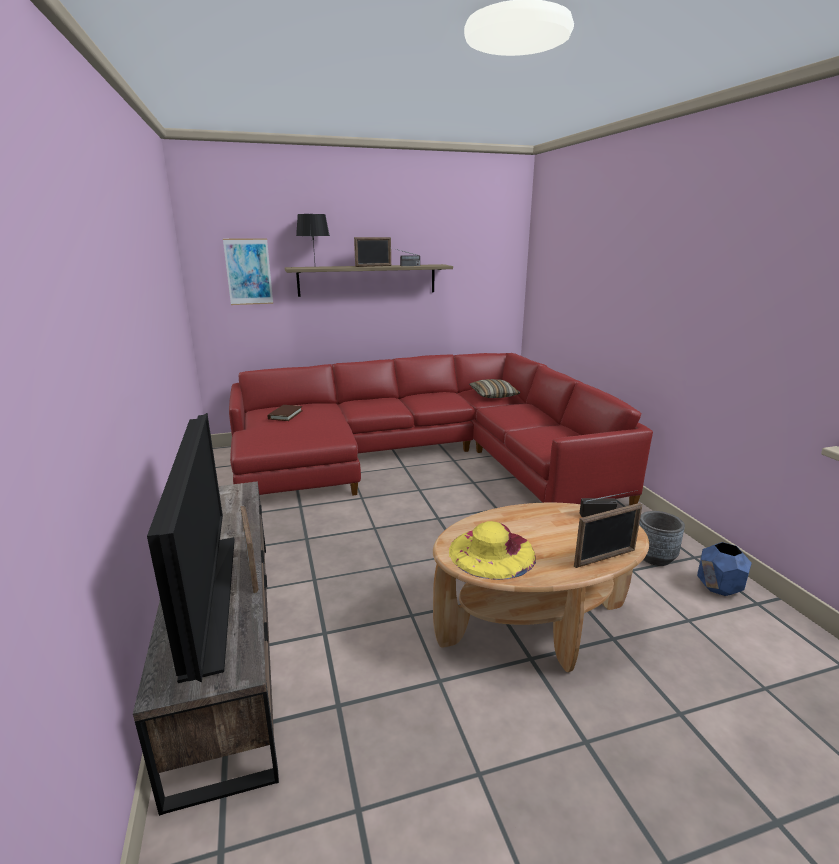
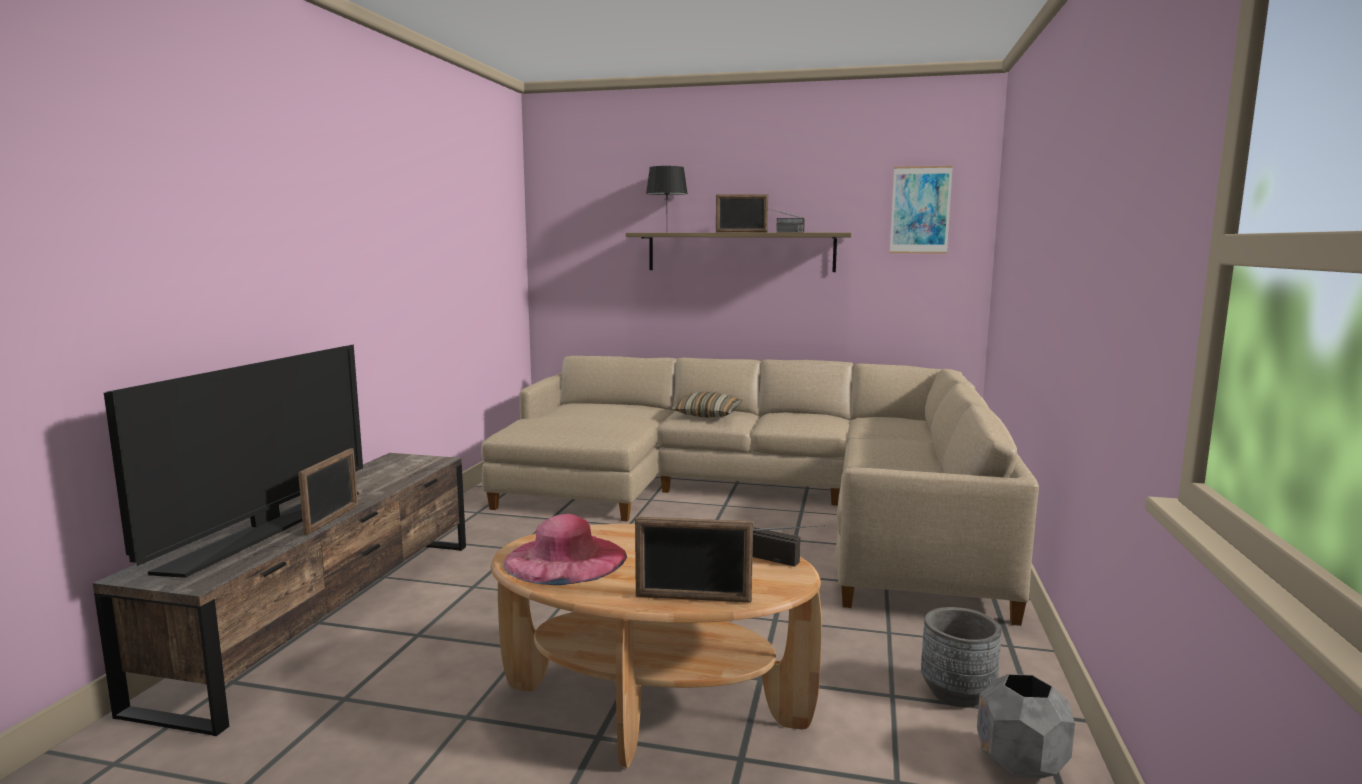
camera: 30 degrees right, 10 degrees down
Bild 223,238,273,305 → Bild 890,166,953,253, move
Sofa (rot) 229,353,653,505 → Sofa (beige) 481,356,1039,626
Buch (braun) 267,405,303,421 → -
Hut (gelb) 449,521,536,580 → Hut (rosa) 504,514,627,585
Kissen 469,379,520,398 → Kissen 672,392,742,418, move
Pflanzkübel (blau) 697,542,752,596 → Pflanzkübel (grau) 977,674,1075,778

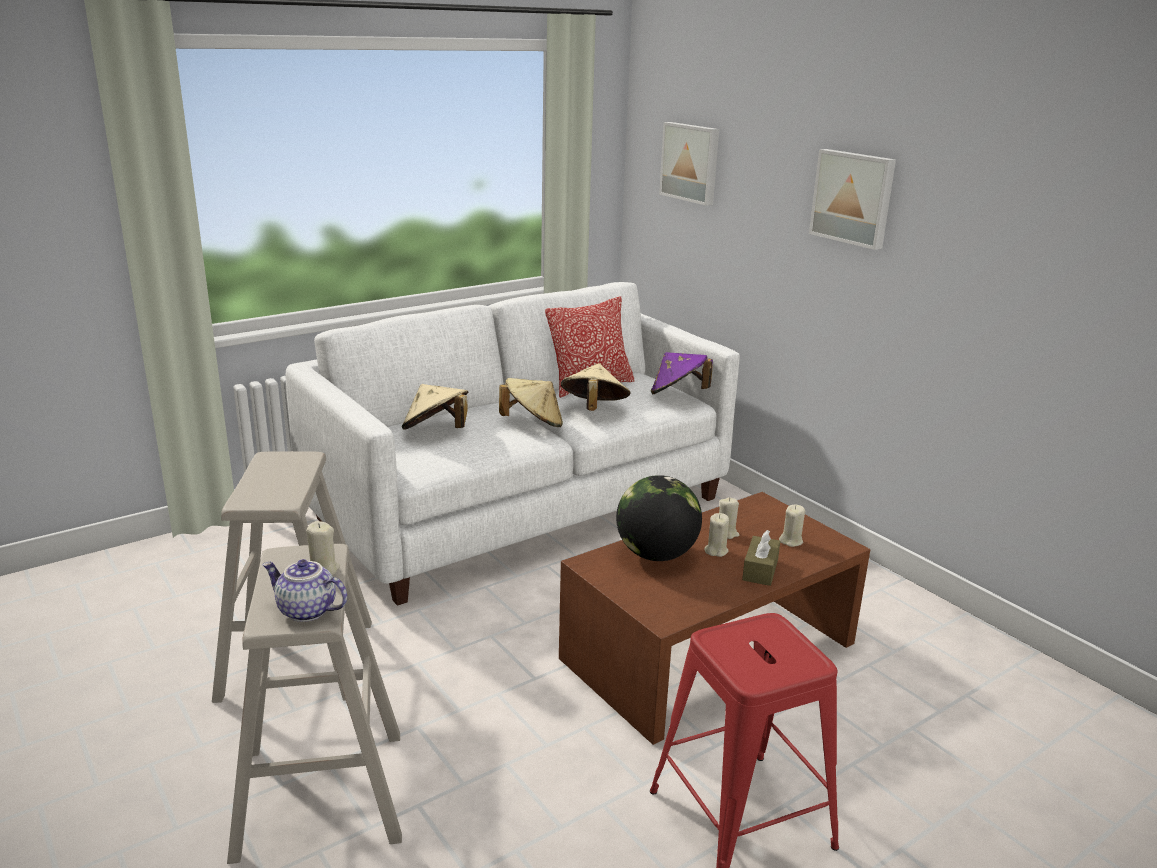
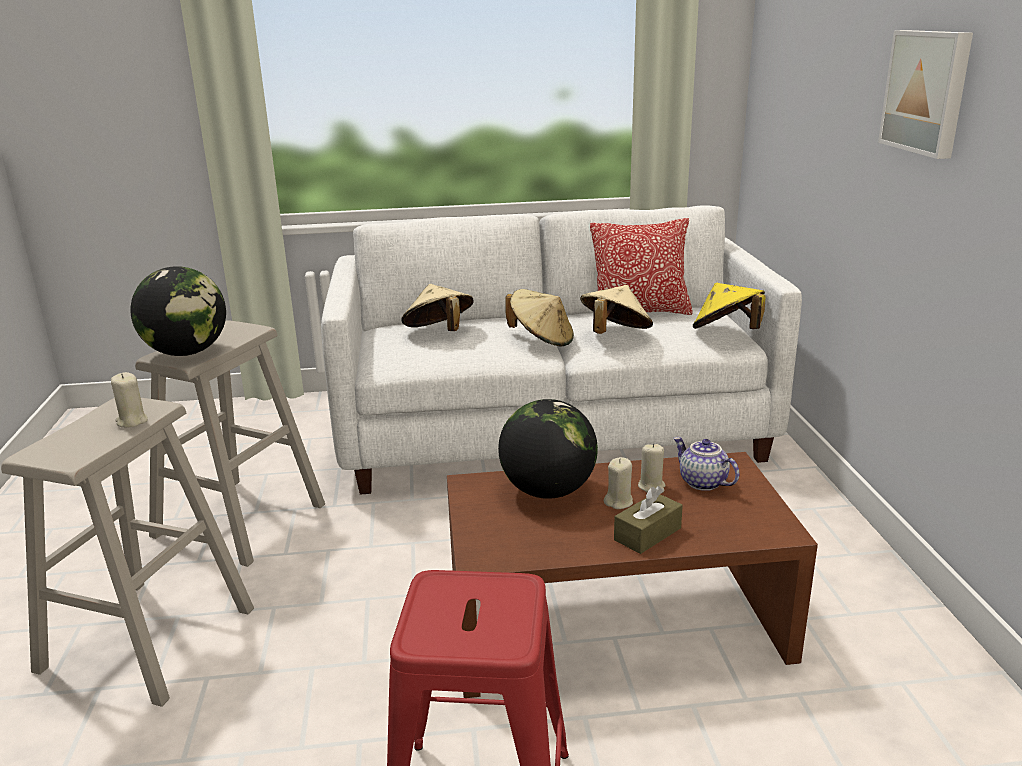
camera: 30 degrees right, 0 degrees up
Teekanne 262,559,347,622 → Teekanne 673,437,739,491, move
Hut (lila) 651,352,713,394 → Hut (gelb) 693,283,766,329
Bild 659,122,719,206 → -
Kerze (beige) 779,504,805,547 → -
- → Globus 130,266,226,356

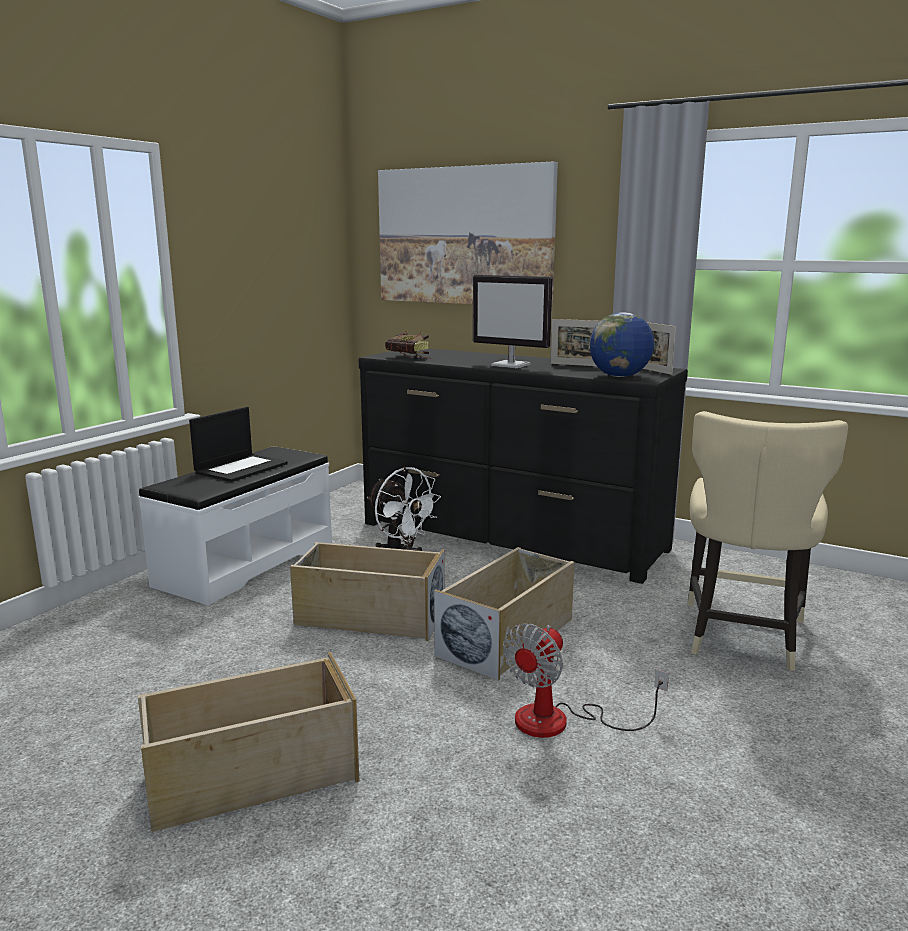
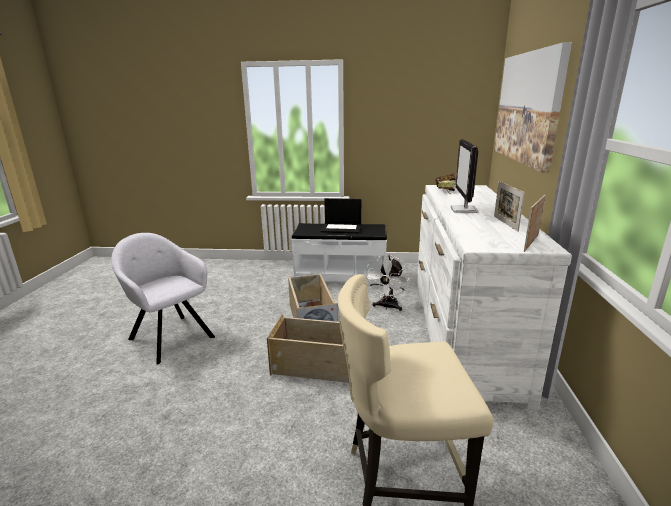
camera: 65 degrees right, 5 degrees up
Aufbewahrungsbox (beige) 138,652,360,832 → Sessel (grau) 111,233,215,365
Kommode (schwarz) 359,348,688,584 → Kommode (weiß) 417,185,572,410
Ventilator 503,624,669,738 → -
Globus 590,312,654,377 → -

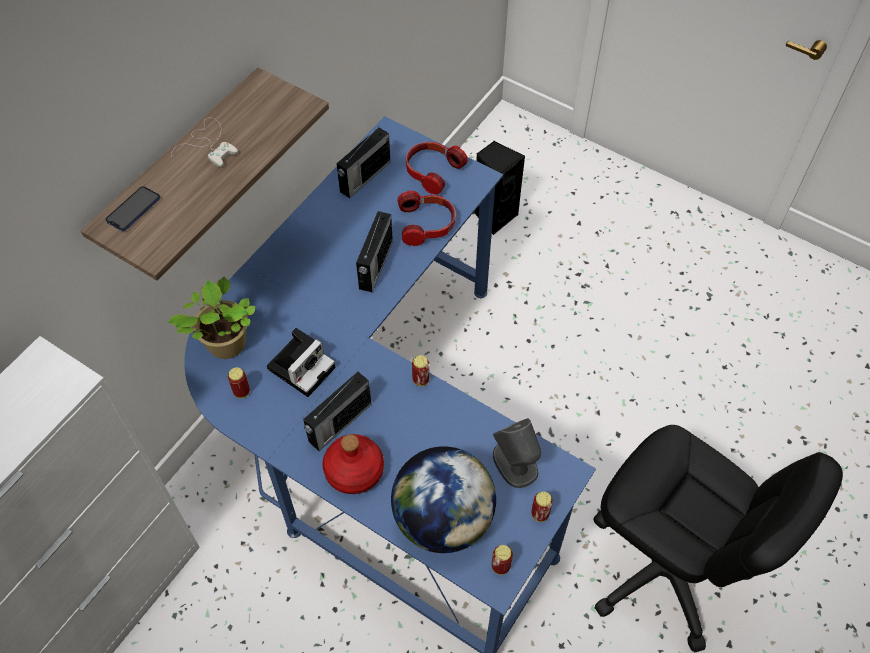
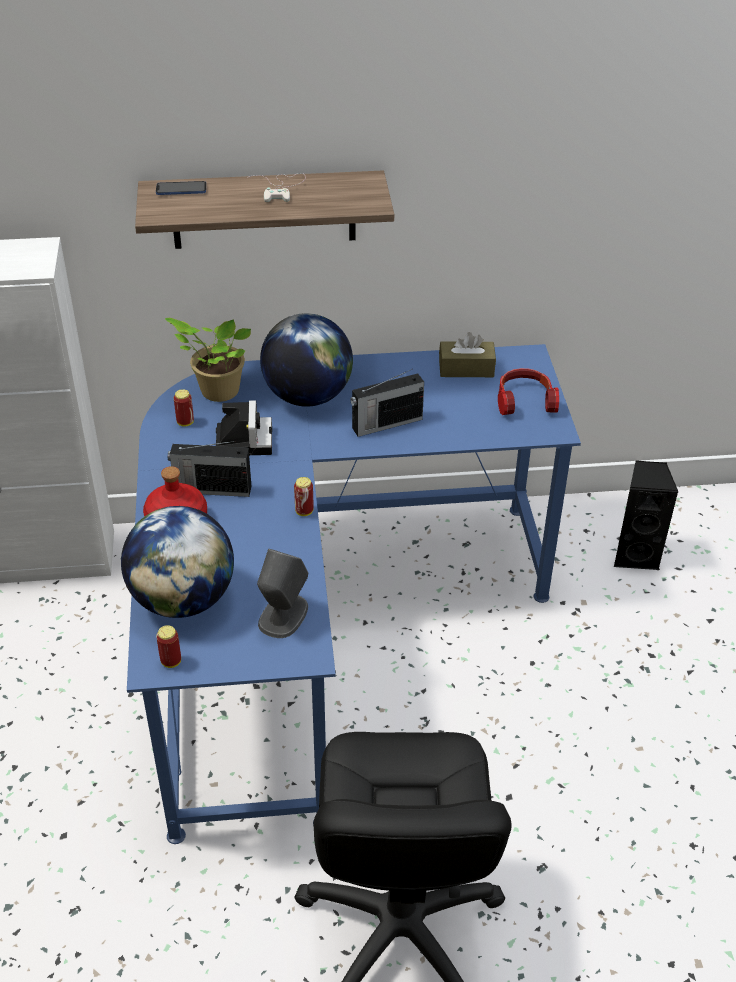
camera: 50 degrees right, 15 degrees down
Kamera 267,328,336,397 → Kamera 216,400,272,455, 90 degrees counterclockwise
Radio 337,127,391,198 → Taschentuchbox (braun) 439,332,496,377
Kopfhörer 397,191,456,246 → -
Dose 531,492,553,522 → -
- → Globus 260,313,353,407

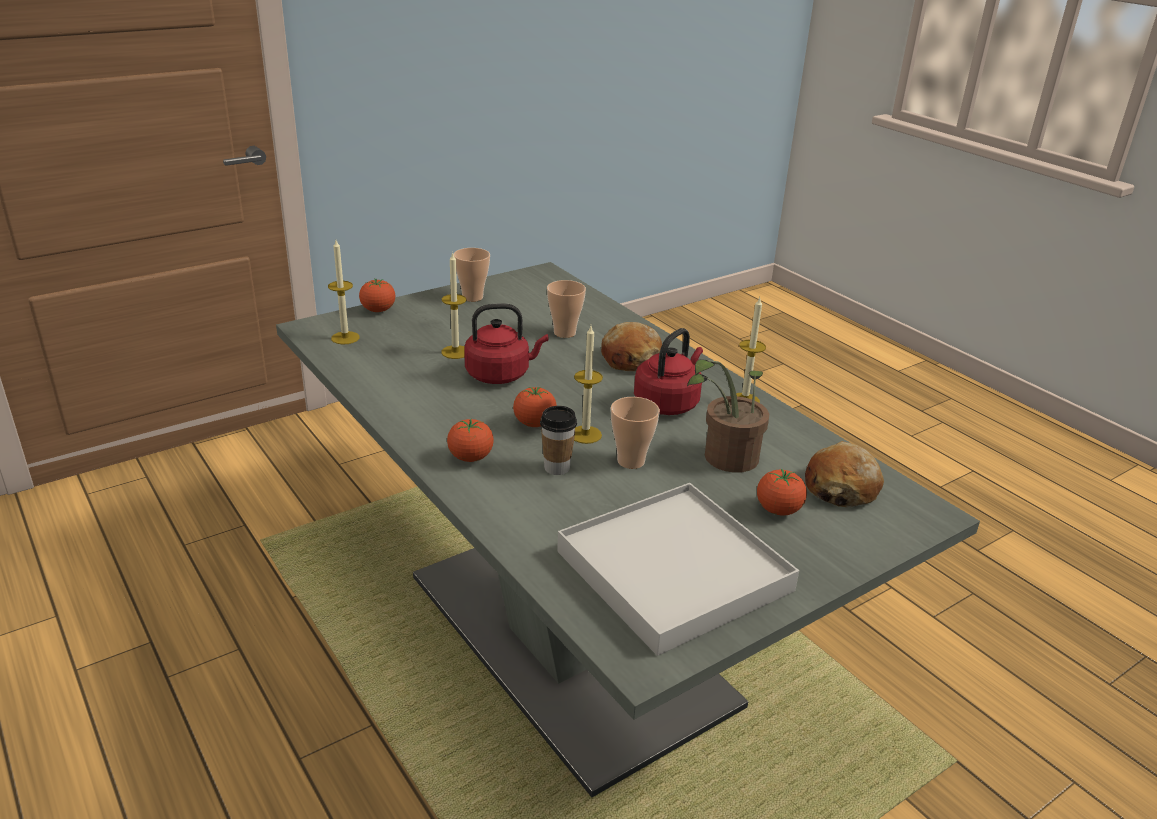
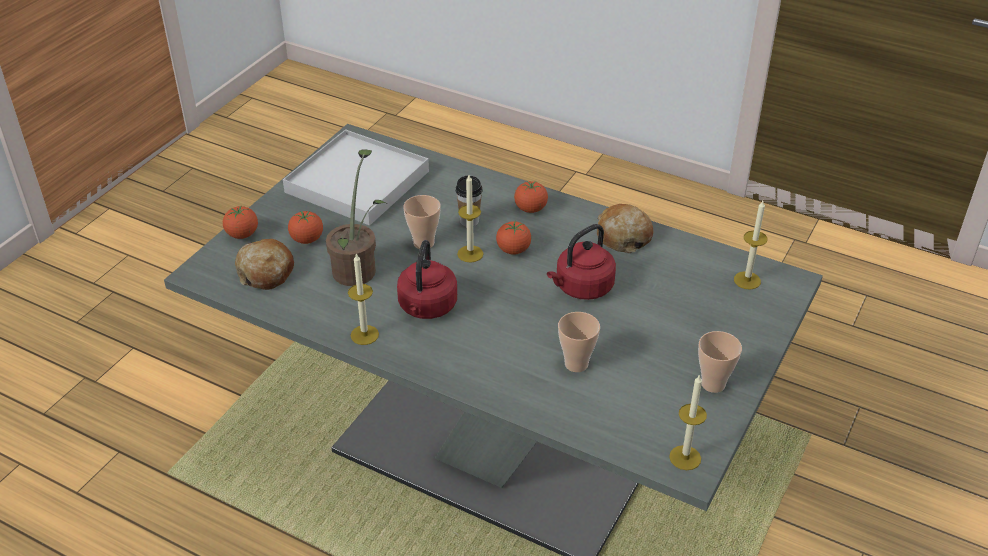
camera: 155 degrees right, 10 degrees up
Tomate 359,278,395,312 → Tomate 223,206,258,239, move
Kerze 442,252,466,359 → Kerze 669,374,707,470, move
Brot 601,322,662,371 → Brot 597,204,653,253, move

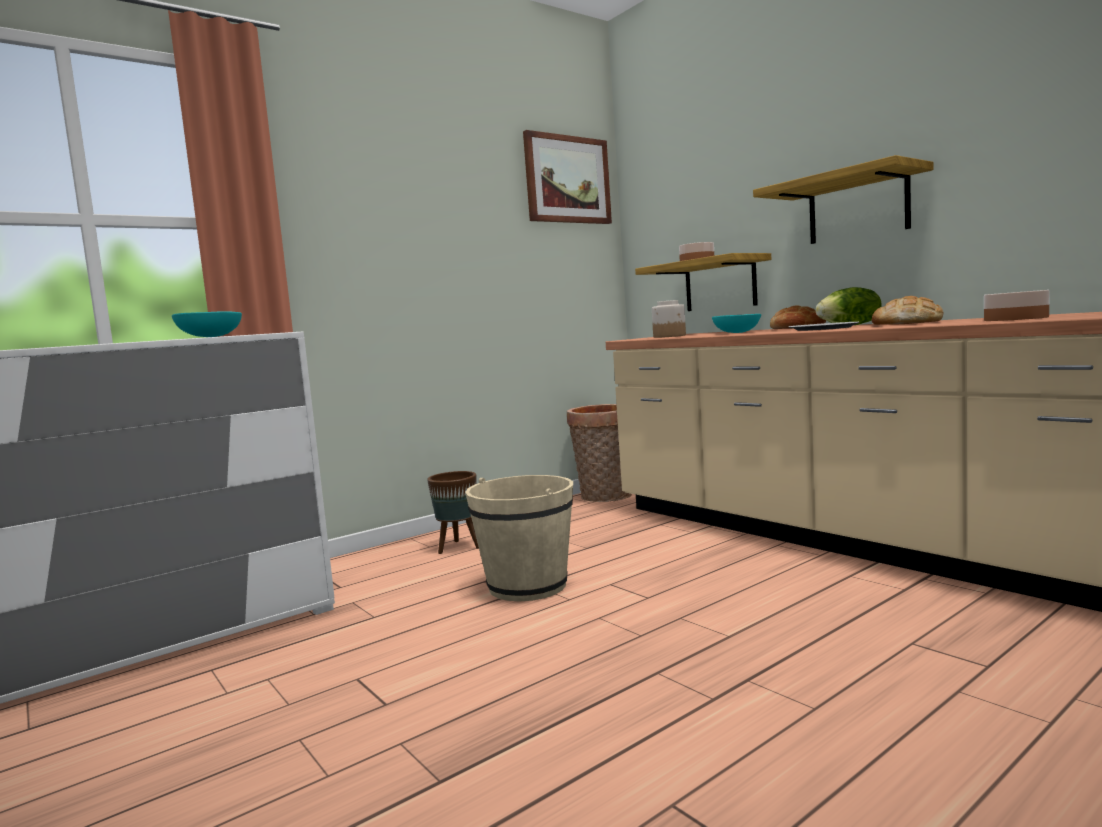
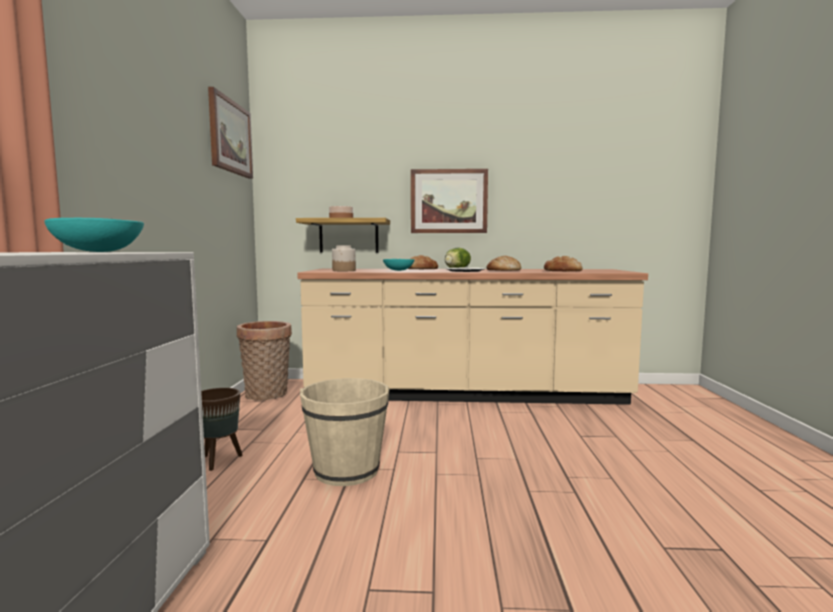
camera: 50 degrees left, 0 degrees up
Wandregal 753,155,934,244 → Bild 411,169,488,233
Schüssel 984,290,1050,321 → Brot 544,256,583,271

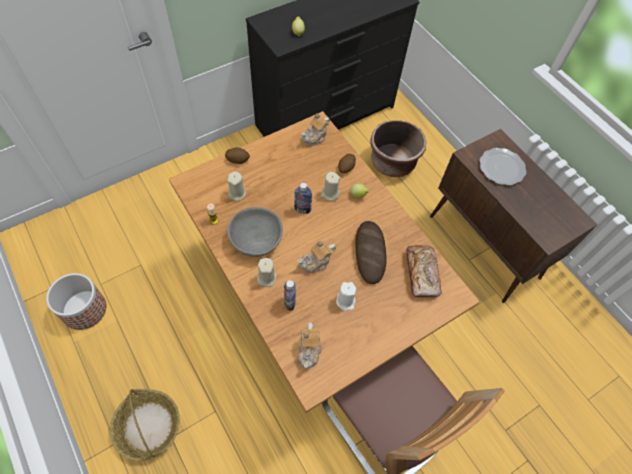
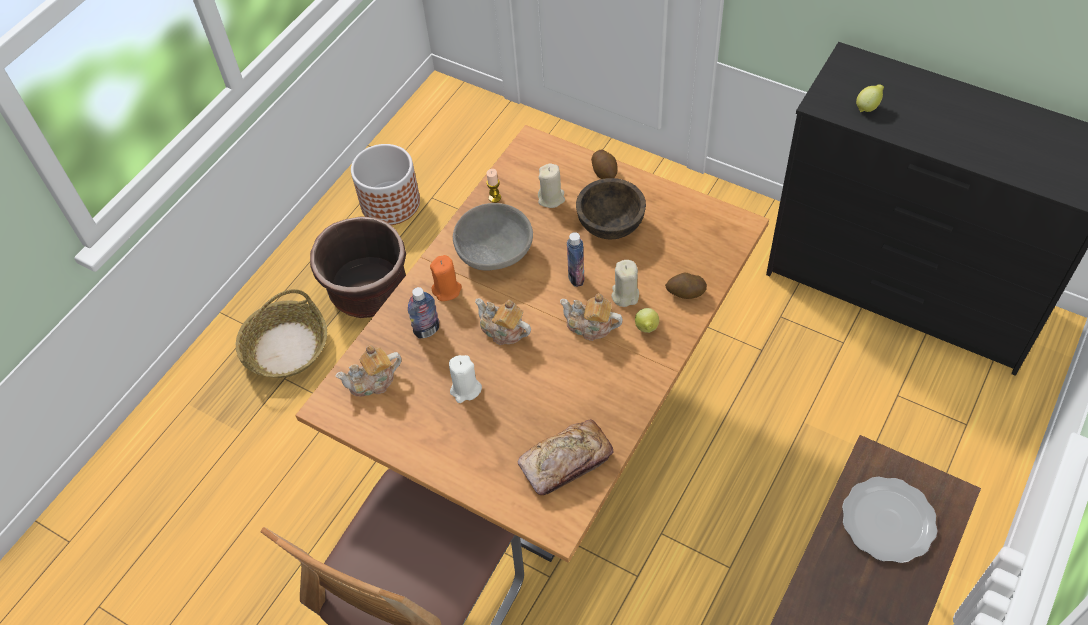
camera: 70 degrees right, 5 degrees down
Kerze (beige) 257,258,276,287 → Kerze (orange) 430,255,462,301
Teekanne 301,113,330,146 → Teekanne 560,293,623,341, move
Brot 355,221,387,284 → -
Pflanzkübel (braun) 371,120,426,177 → Pflanzkübel (braun) 310,216,406,318, move
- → Schüssel (braun) 576,178,646,239

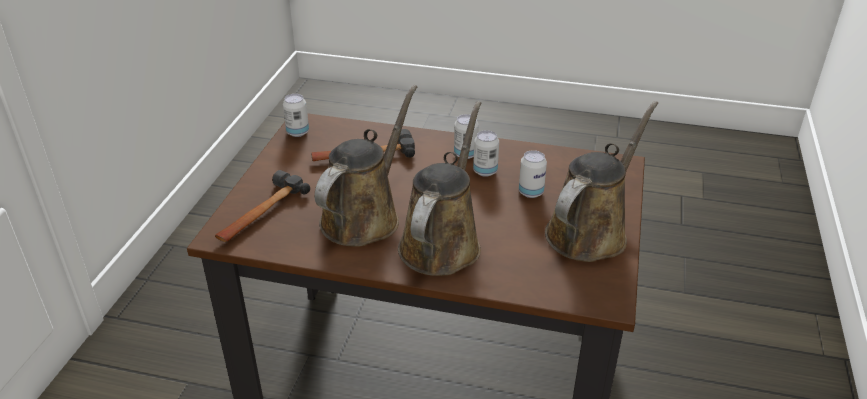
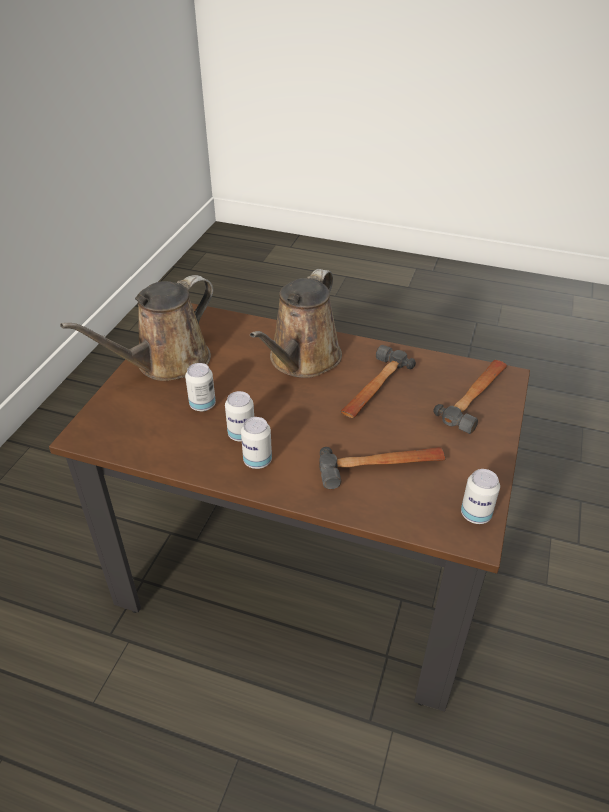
camera: 175 degrees left, 5 degrees up
Gießkanne (braun) 315,85,417,247 → Hammer 341,345,416,418

